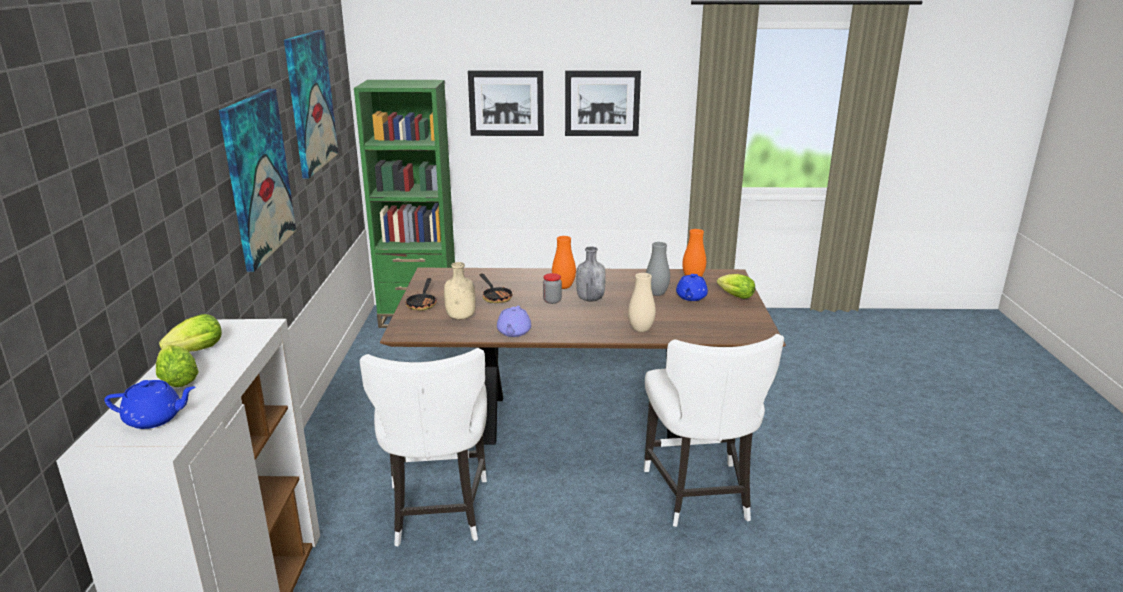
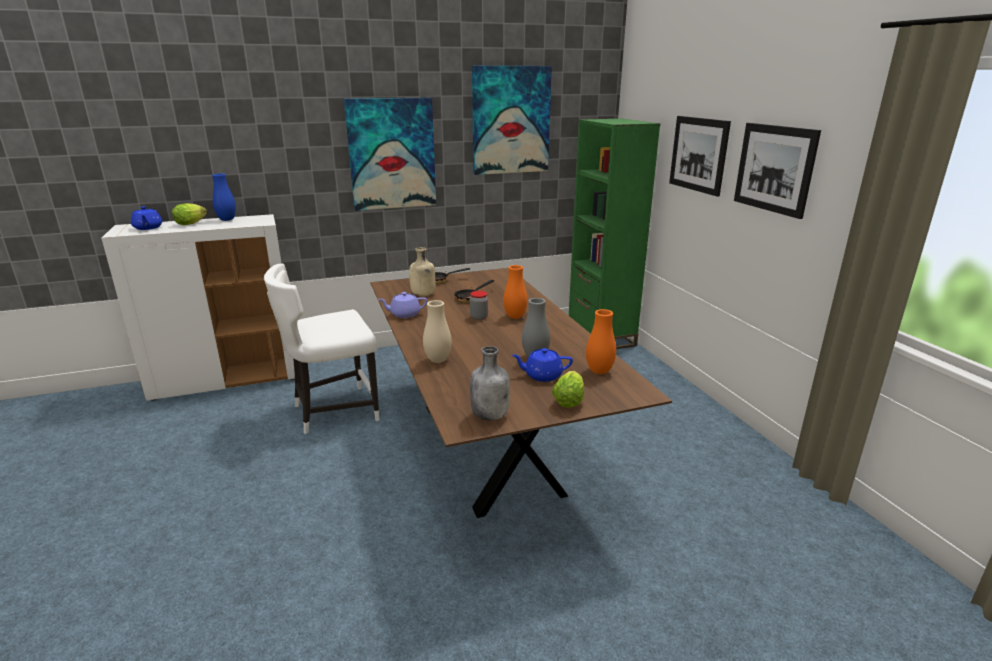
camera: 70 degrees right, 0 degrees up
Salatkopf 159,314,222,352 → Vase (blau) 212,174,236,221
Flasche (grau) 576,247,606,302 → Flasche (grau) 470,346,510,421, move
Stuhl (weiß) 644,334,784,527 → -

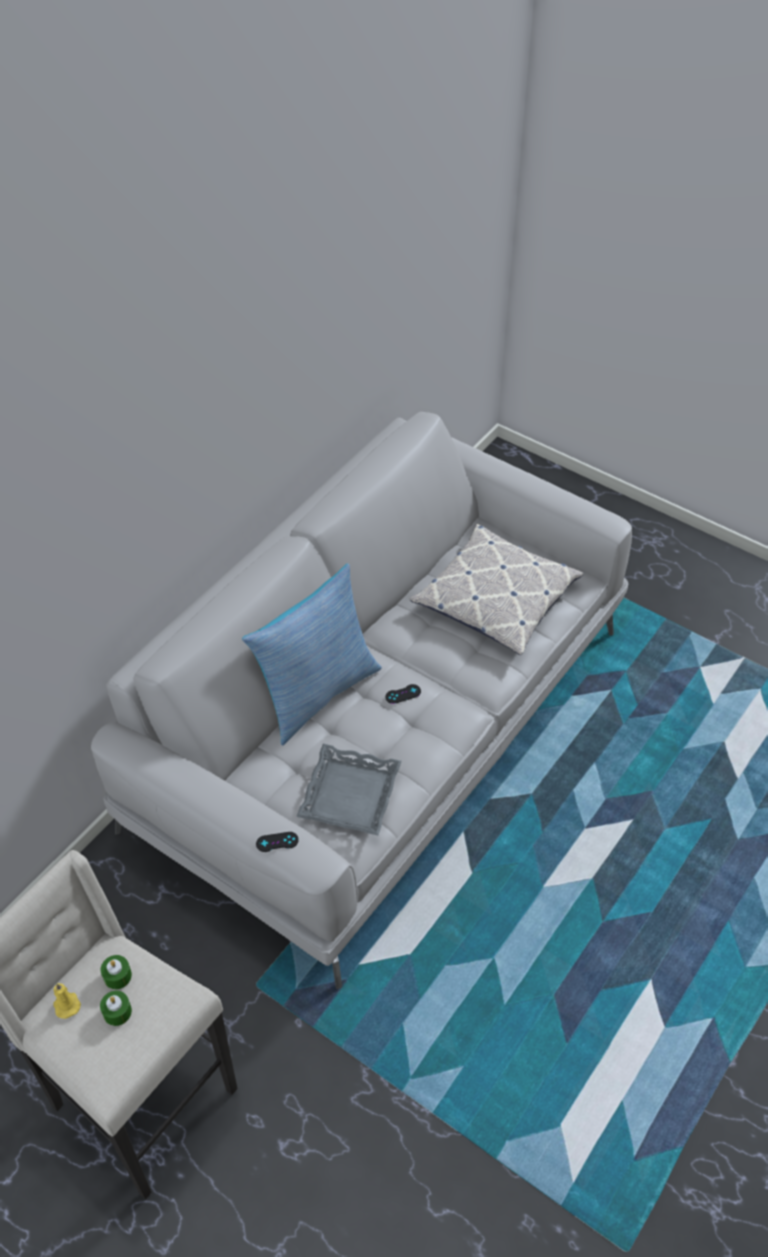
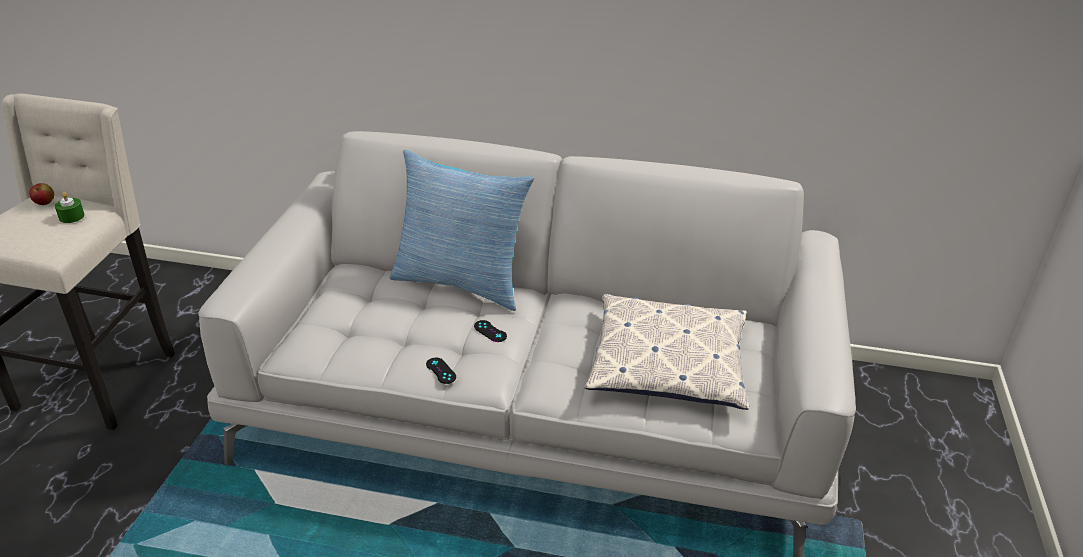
camera: 65 degrees right, 15 degrees down
Kerze (gelb) 54,983,81,1019 → Apfel 29,183,54,205
Kerze (grün) 100,991,132,1026 → -
Gamepad (schwarz) 256,832,299,852 → Gamepad (schwarz) 426,357,456,384, move
Tablett (grau) 296,744,401,835 → -

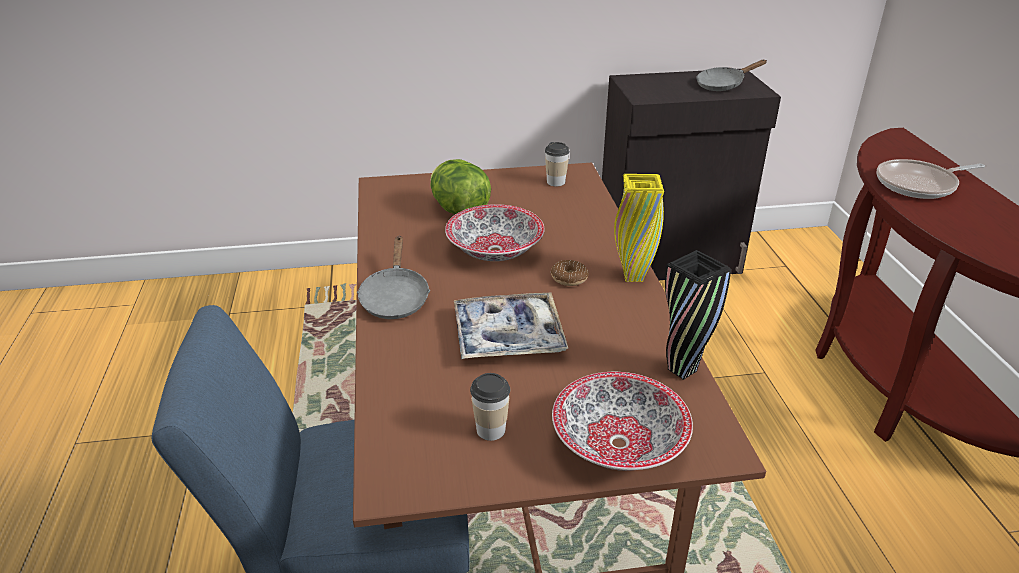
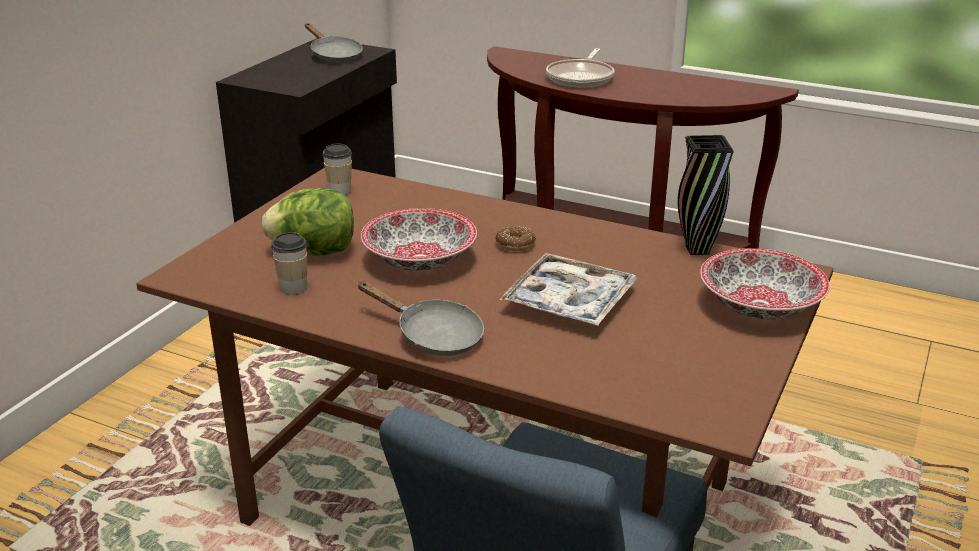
camera: 55 degrees left, 5 degrees down
Tasse 470,373,510,441 → Tasse 271,232,307,295, move
Vase (gelb) 614,174,664,282 → -
Pfanne (grau) 696,60,766,91 → Pfanne (grau) 305,23,363,63, 45 degrees counterclockwise

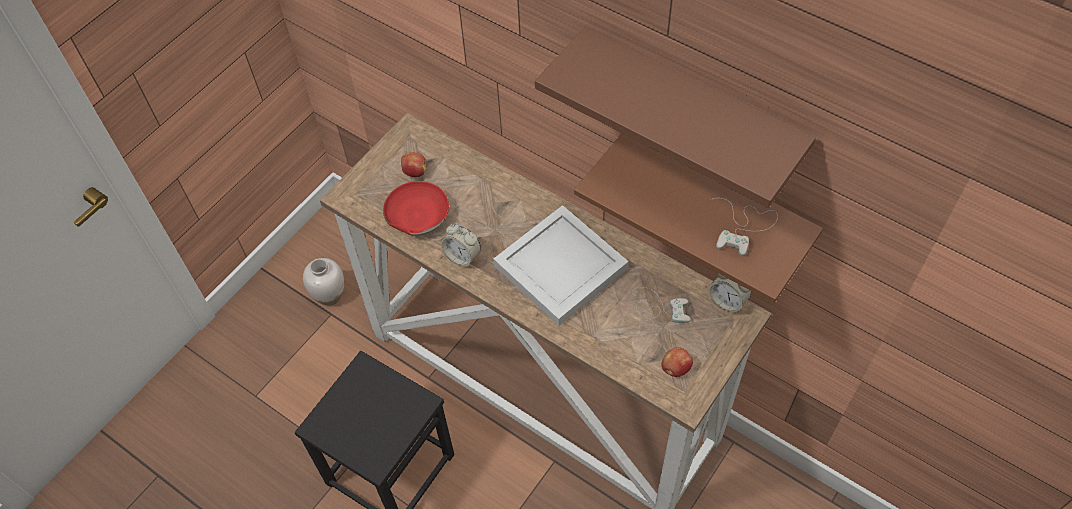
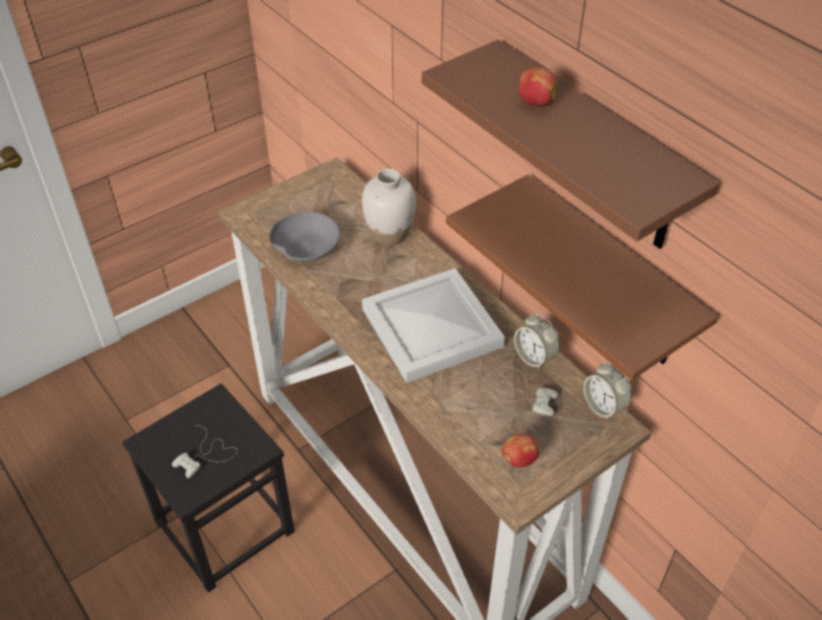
camera: 15 degrees right, 10 degrees down
Vase (weiß) 303,258,344,306 → Vase (weiß) 362,169,416,246, move
Schüssel (rot) 383,181,449,236 → Schüssel (grau) 269,212,340,262
Apfel 401,152,427,177 → Apfel 519,67,558,107, move
Wecker 441,223,481,267 → Wecker 514,313,560,370, move
Gamepad (weiß) 711,198,778,256 → Gamepad (weiß) 172,425,237,478, move

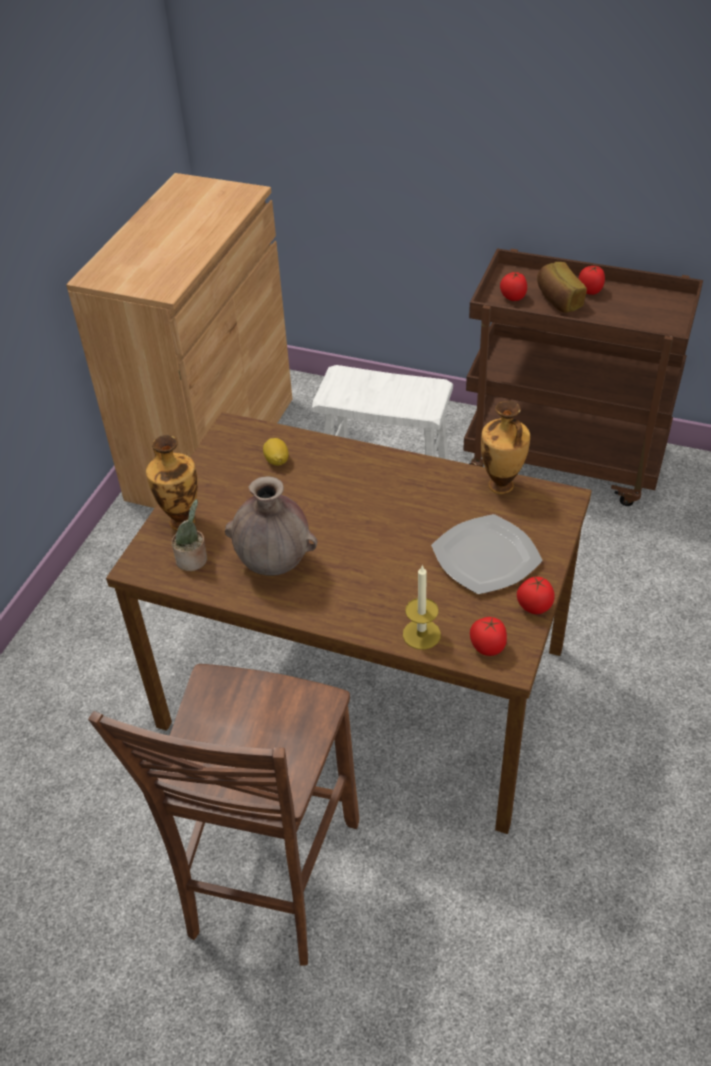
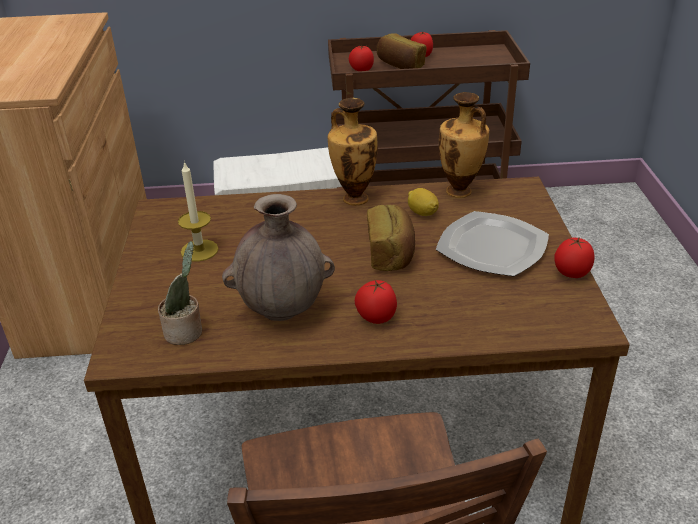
camera: 25 degrees left, 10 degrees down
Vase 146,435,198,530 → Vase 328,98,378,205, move
Zitrone 263,438,289,466 → Zitrone 408,188,439,216, move
Kerze 403,564,441,650 → Kerze 178,161,219,261, move
Tomate 470,616,507,656 → Tomate 355,280,397,324, move
- → Brot 367,205,415,271

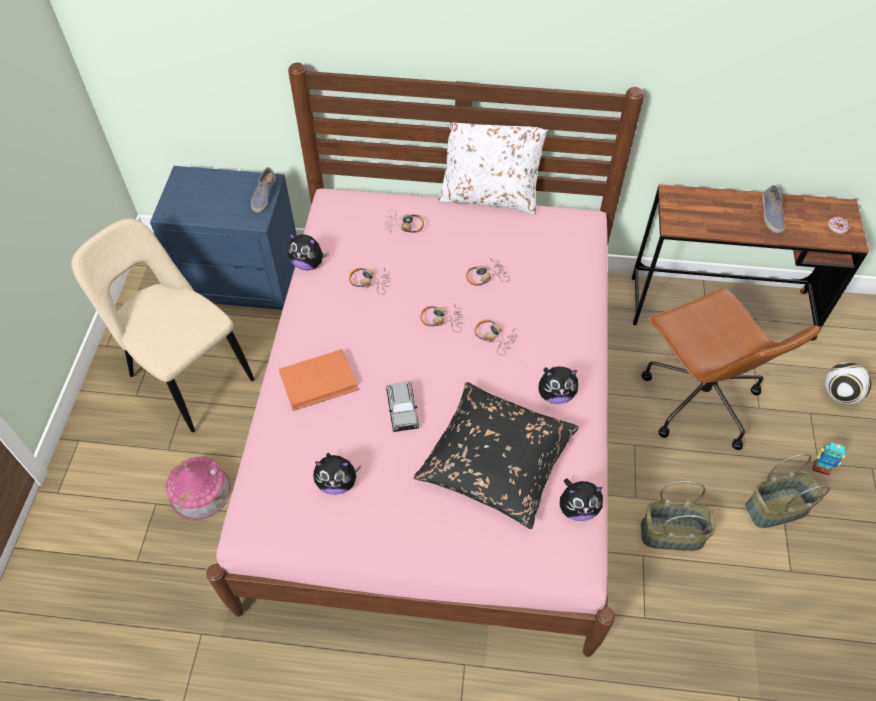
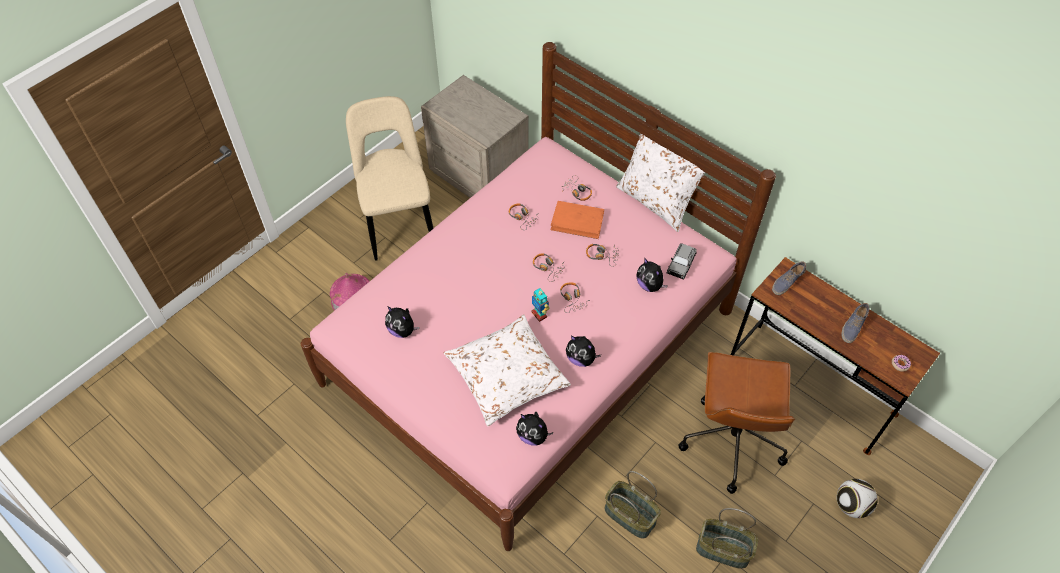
camera: 35 degrees right, 0 degrees up
Nachttisch (blau) 150,166,297,310 → Nachttisch (beige) 421,75,528,198
Schuh 251,167,276,212 → Schuh 772,261,806,295, move
Buch (orange) 279,349,359,411 → Buch (orange) 551,201,604,239, move
Plüschtier 288,233,329,270 → Plüschtier 636,258,668,292, move
Spielzeugauto (grau) 386,382,419,432 → Spielzeugauto (grau) 667,243,697,280, move
Kissen (schwarz) 413,382,579,529 → Kissen (weiß) 444,314,571,426
Spielzeugroboter 813,442,846,475 → Spielzeugroboter 531,288,550,322, move

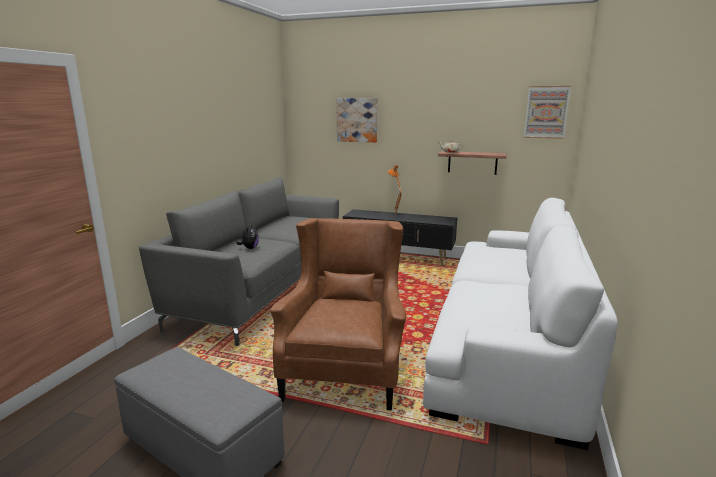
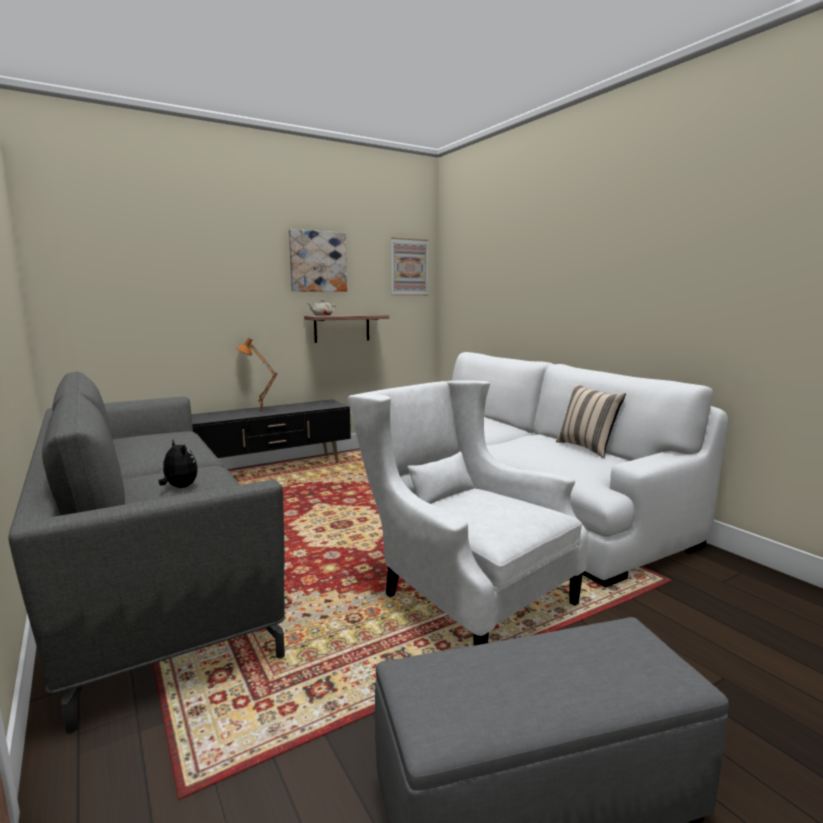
camera: 50 degrees left, 5 degrees down
Sessel (braun) 270,218,406,410 → Sessel (weiß) 348,381,588,645
Bild 336,98,378,142 → Bild 289,229,347,292, move
- → Kissen (beige) 556,384,626,458

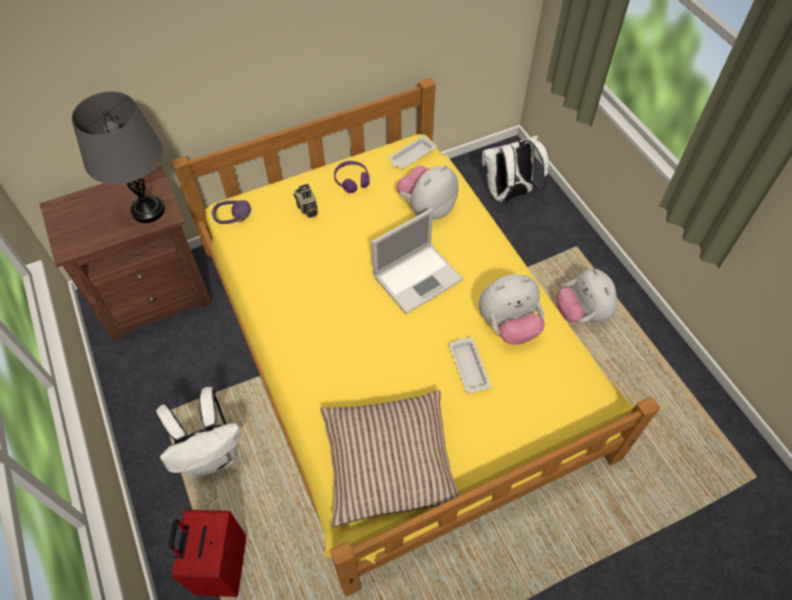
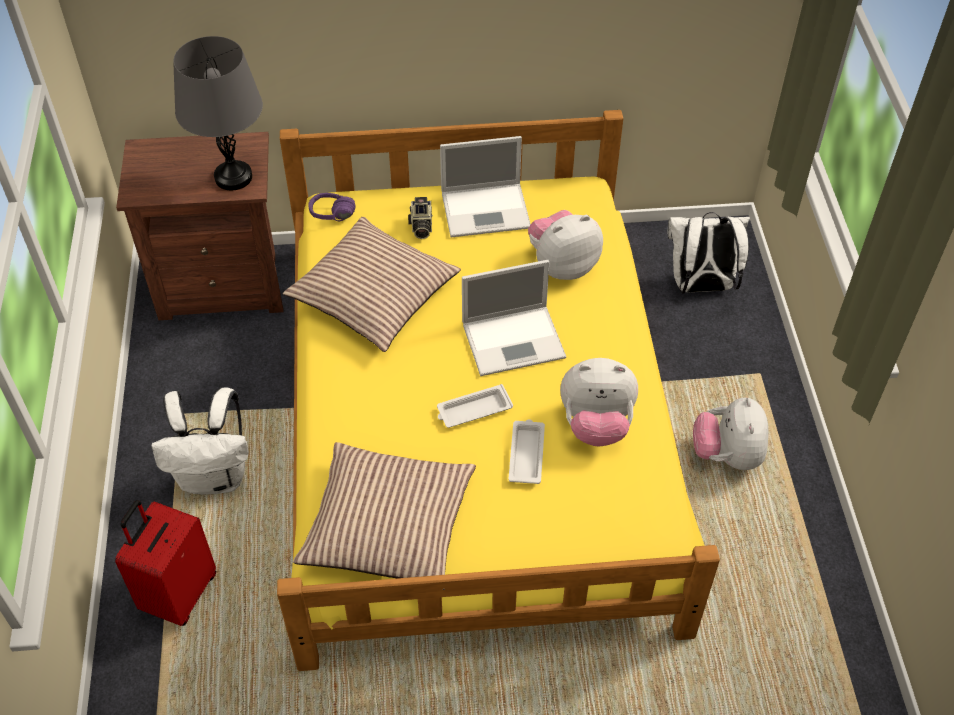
camera: 20 degrees right, 5 degrees down
Kopfhörer (lila) 334,161,369,193 → Laptop 440,136,531,237
Tablett (weiß) 389,135,437,169 → Tablett (weiß) 437,384,513,428, move
- → Kissen 283,217,461,352

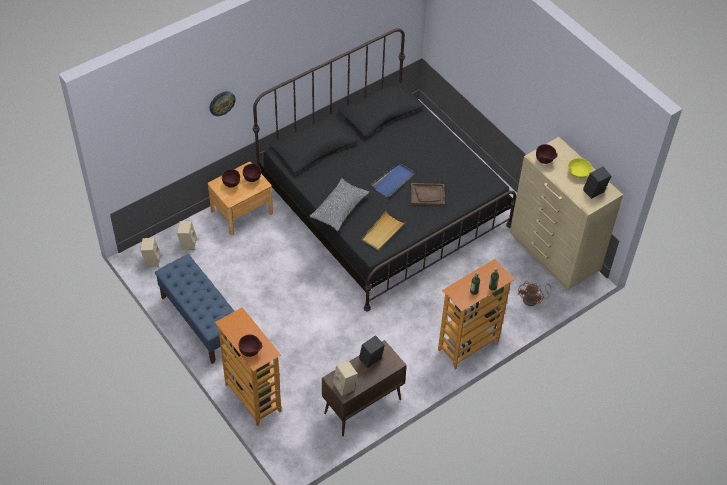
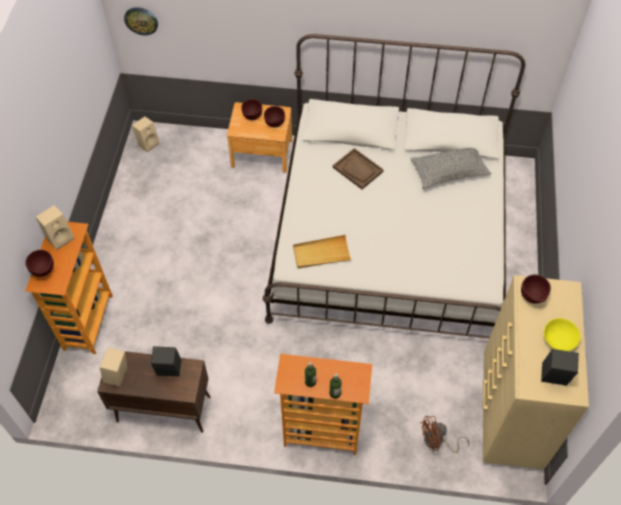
camera: 45 degrees right, 5 degrees up
Bank (blau) 155,254,234,364 → -
Lautsprecher (beige) 177,221,197,250 → Lautsprecher (beige) 35,205,74,250, move
Wanduhr 210,91,236,116 → Wanduhr 124,7,158,36, move
Bett (schwarz) 253,28,516,311 → Bett (weiß) 263,34,525,338
Kissen (grau) 310,178,369,231 → Kissen (grau) 410,148,491,189, move
Tablett (blau) 371,162,415,197 → -
Tablett (braun) 411,183,445,206 → Tablett (braun) 333,148,384,189, move

